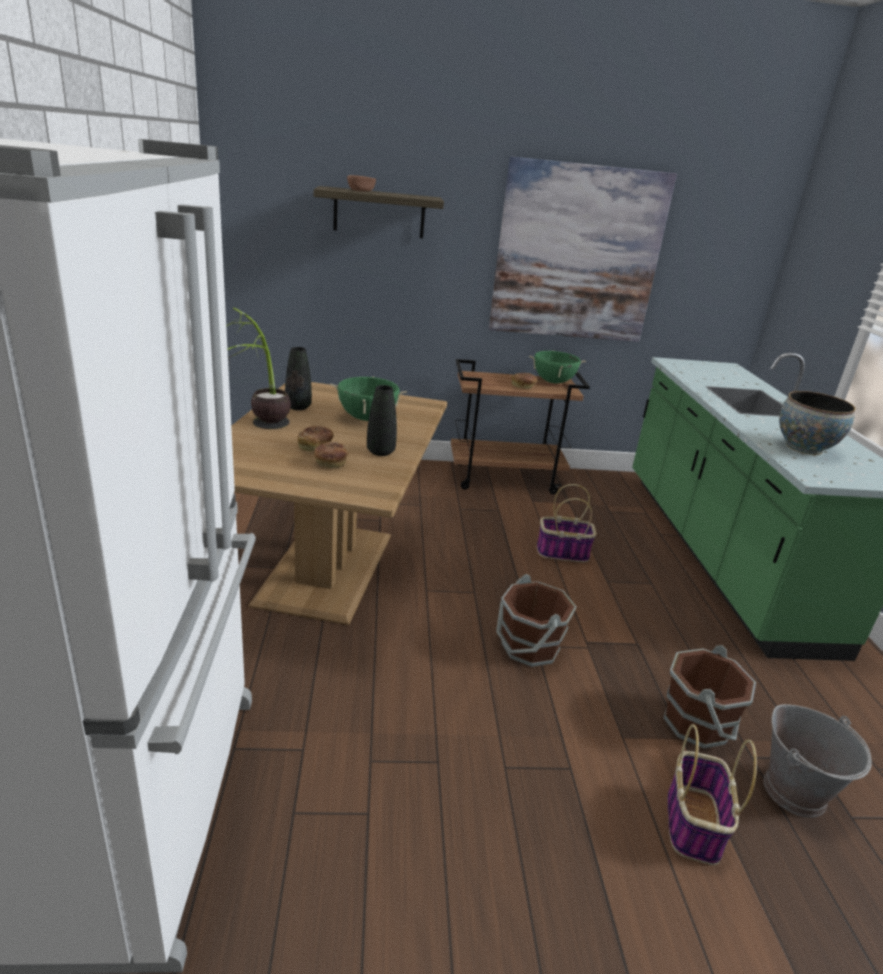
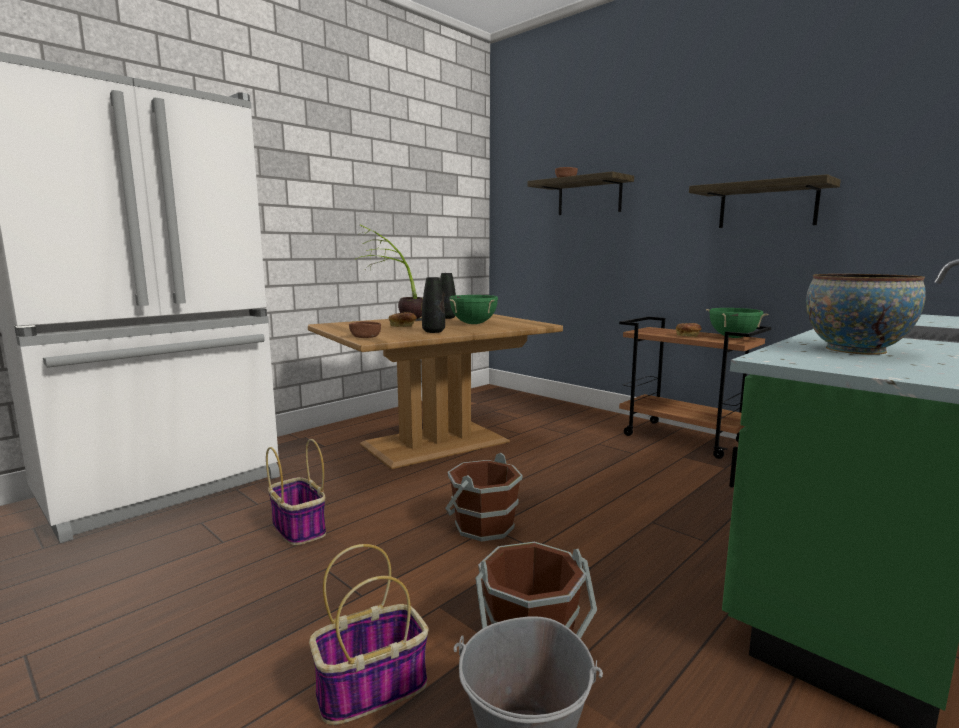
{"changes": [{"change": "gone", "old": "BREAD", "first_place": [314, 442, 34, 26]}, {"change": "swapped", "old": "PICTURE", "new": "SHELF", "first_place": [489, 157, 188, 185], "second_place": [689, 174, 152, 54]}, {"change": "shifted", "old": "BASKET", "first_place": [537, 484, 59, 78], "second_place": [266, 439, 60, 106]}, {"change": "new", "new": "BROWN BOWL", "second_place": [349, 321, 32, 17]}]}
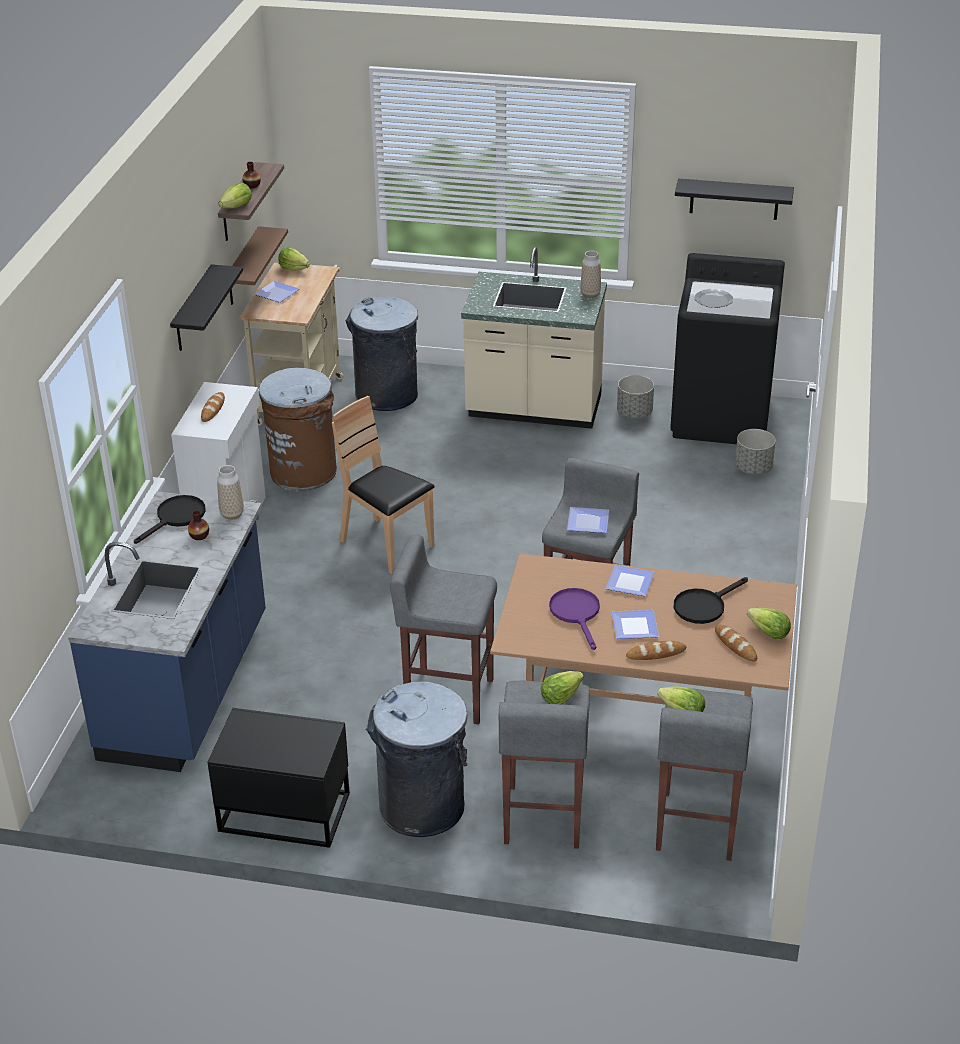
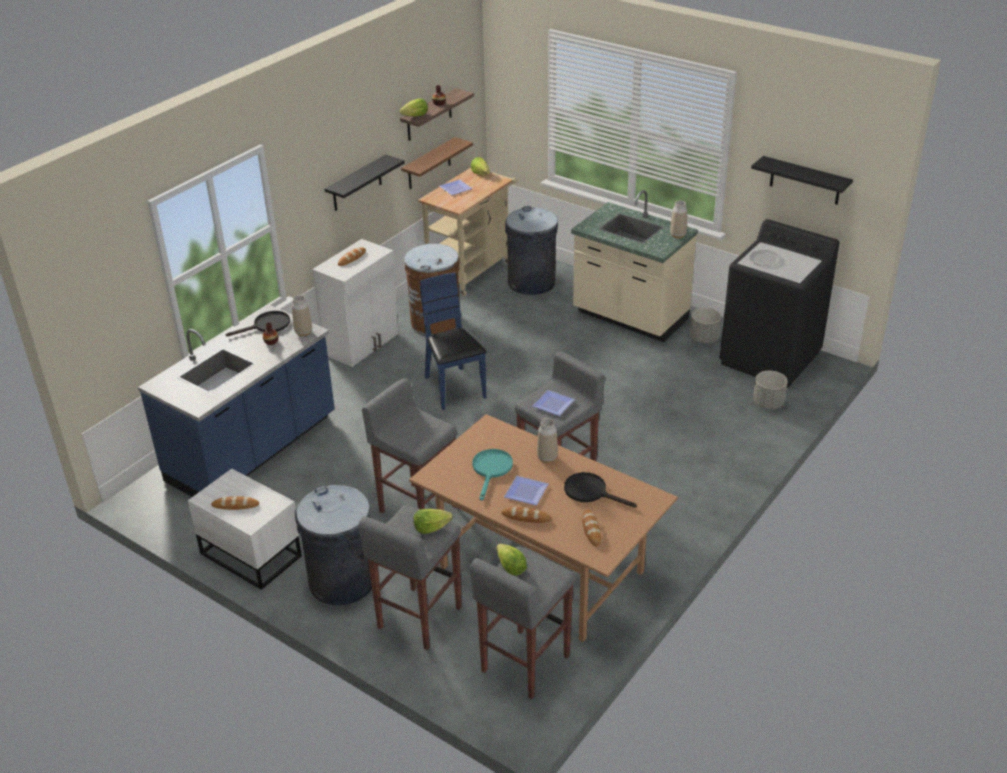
{"changes": [{"change": "repainted", "old": "BLACK NIGHTSTAND", "new": "WHITE NIGHTSTAND", "first_place": [207, 708, 143, 140], "second_place": [188, 469, 114, 121]}, {"change": "repainted", "old": "BROWN CHAIR", "new": "BLUE CHAIR", "first_place": [332, 396, 103, 178], "second_place": [420, 273, 67, 137]}, {"change": "repainted", "old": "PURPLE FRYING PAN", "new": "TURQUOISE FRYING PAN", "first_place": [549, 588, 51, 62], "second_place": [472, 449, 41, 52]}, {"change": "swapped", "old": "PLATE", "new": "VASE", "first_place": [605, 565, 50, 31], "second_place": [537, 418, 21, 45]}, {"change": "rotated", "old": "BLACK FRYING PAN", "first_place": [674, 577, 74, 47], "second_place": [564, 472, 73, 36], "degrees": 45}, {"change": "gone", "old": "LETTUCE", "first_place": [747, 608, 44, 31]}, {"change": "new", "new": "BREAD", "second_place": [211, 496, 48, 14]}]}
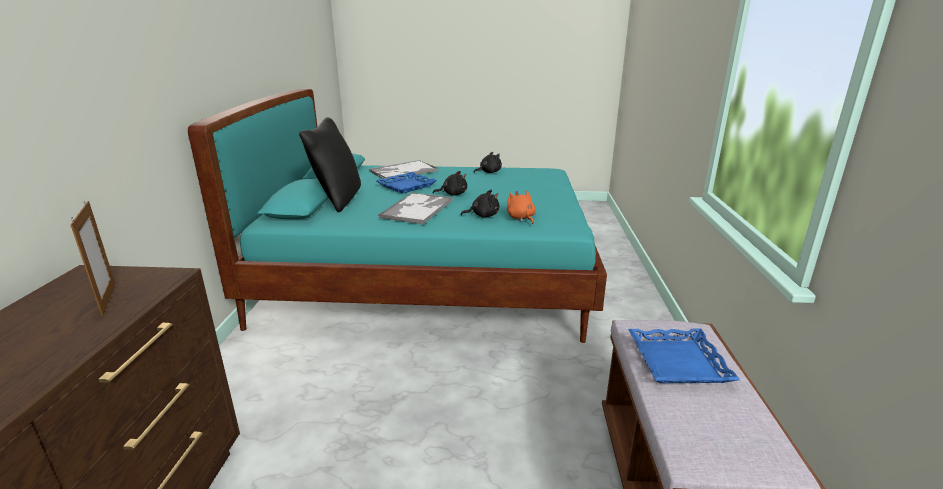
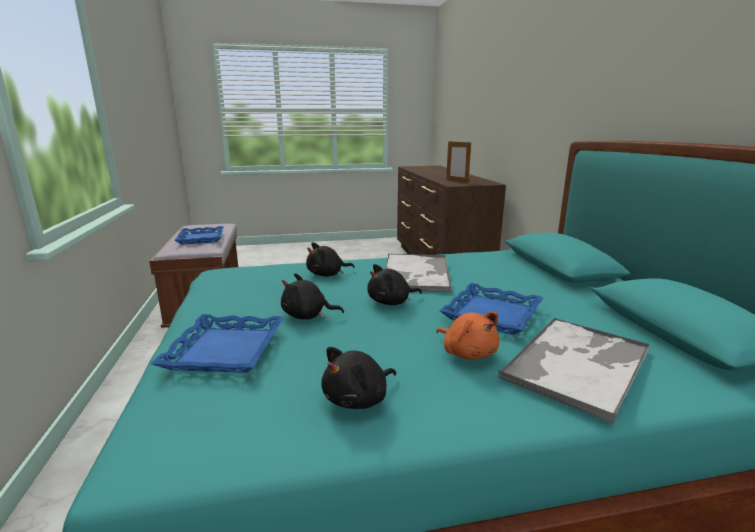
{"changes": [{"change": "gone", "old": "BLACK PILLOW", "first_place": [299, 117, 62, 95]}, {"change": "shifted", "old": "ORANGE PLUSH TOY", "first_place": [507, 191, 29, 33], "second_place": [436, 312, 64, 48]}, {"change": "new", "new": "BLUE TRAY", "second_place": [151, 314, 133, 59]}, {"change": "new", "new": "BLACK PLUSH TOY", "second_place": [281, 273, 63, 46]}]}
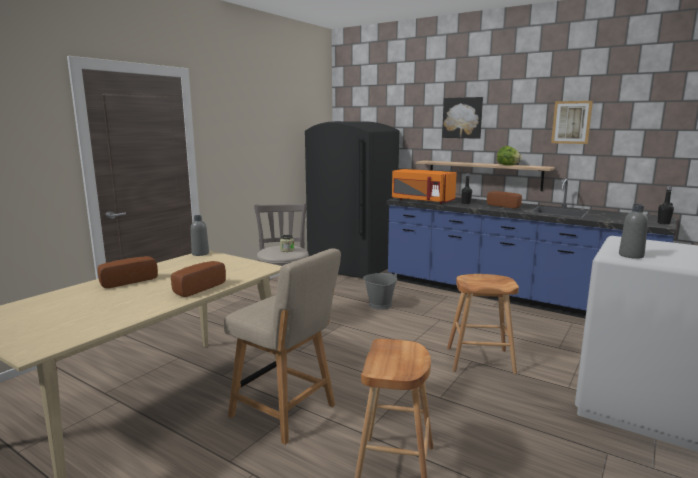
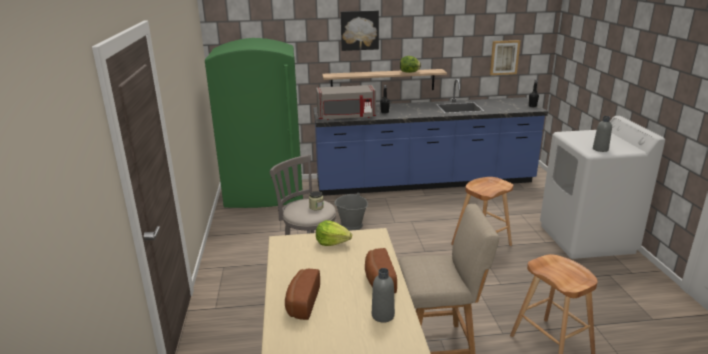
{"changes": [{"change": "shifted", "old": "GREY BOTTLE", "first_place": [191, 215, 18, 41], "second_place": [372, 268, 23, 55]}, {"change": "repainted", "old": "BLACK FRIDGE", "new": "GREEN FRIDGE", "first_place": [305, 121, 94, 157], "second_place": [205, 38, 98, 170]}, {"change": "repainted", "old": "ORANGE MICROWAVE", "new": "GREY MICROWAVE", "first_place": [392, 169, 65, 35], "second_place": [316, 85, 60, 35]}, {"change": "gone", "old": "BREAD", "first_place": [487, 191, 35, 17]}, {"change": "shifted", "old": "PICTURE", "first_place": [551, 101, 42, 43], "second_place": [490, 40, 30, 35]}, {"change": "new", "new": "LETTUCE", "second_place": [316, 220, 36, 26]}]}
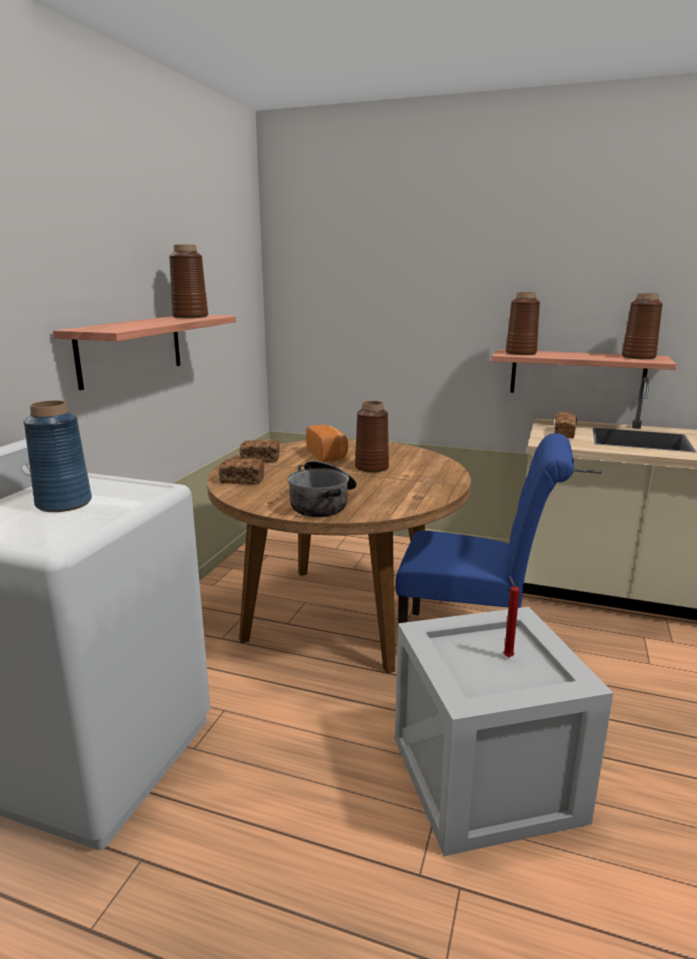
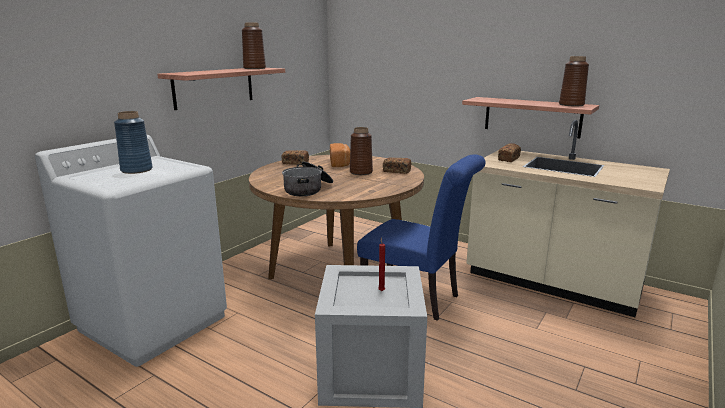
{"changes": [{"change": "shifted", "old": "BREAD", "first_place": [219, 458, 45, 26], "second_place": [383, 158, 28, 16]}, {"change": "gone", "old": "BROWN VASE", "first_place": [506, 292, 34, 63]}]}
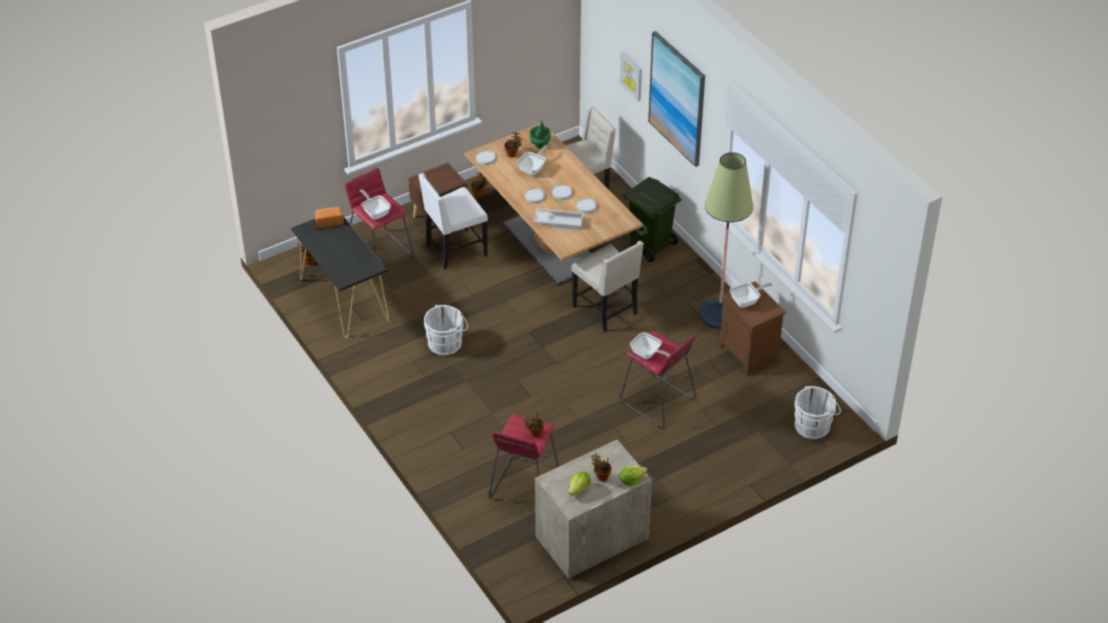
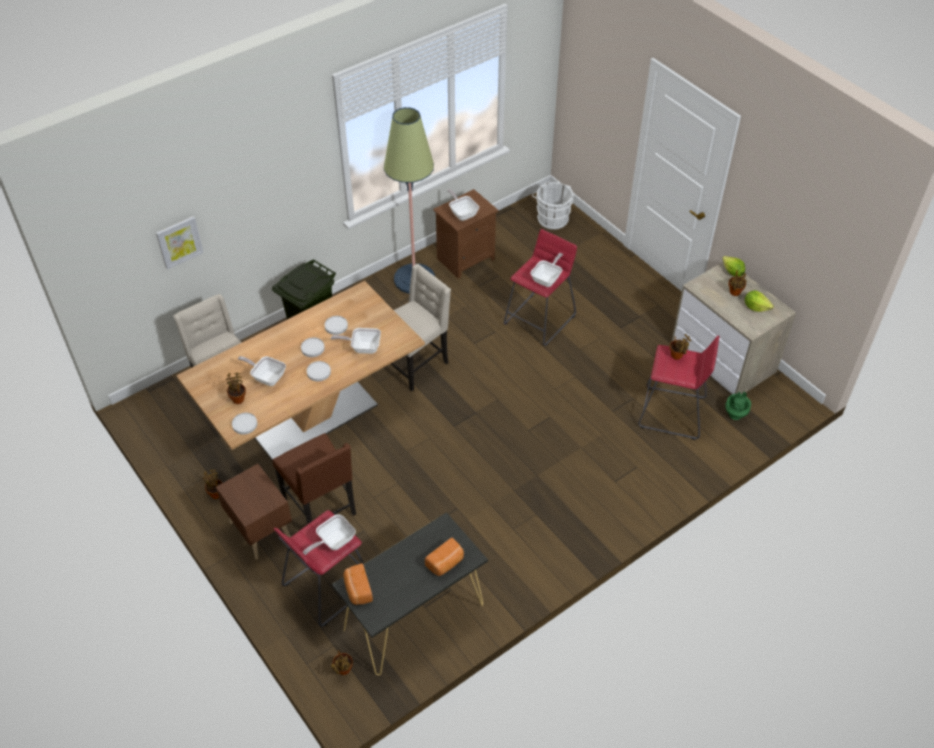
{"changes": [{"change": "repainted", "old": "WHITE CHAIR", "new": "BROWN CHAIR", "first_place": [418, 173, 70, 96], "second_place": [272, 433, 84, 91]}, {"change": "gone", "old": "WHITE BUCKET", "first_place": [424, 305, 44, 51]}, {"change": "shifted", "old": "GREEN VASE", "first_place": [529, 120, 22, 29], "second_place": [725, 392, 26, 28]}, {"change": "swapped", "old": "WHITE TRAY", "new": "FRYING PAN", "first_place": [534, 209, 50, 21], "second_place": [331, 328, 50, 26]}, {"change": "gone", "old": "PICTURE", "first_place": [648, 31, 57, 136]}, {"change": "new", "new": "BREAD", "second_place": [425, 538, 39, 38]}]}
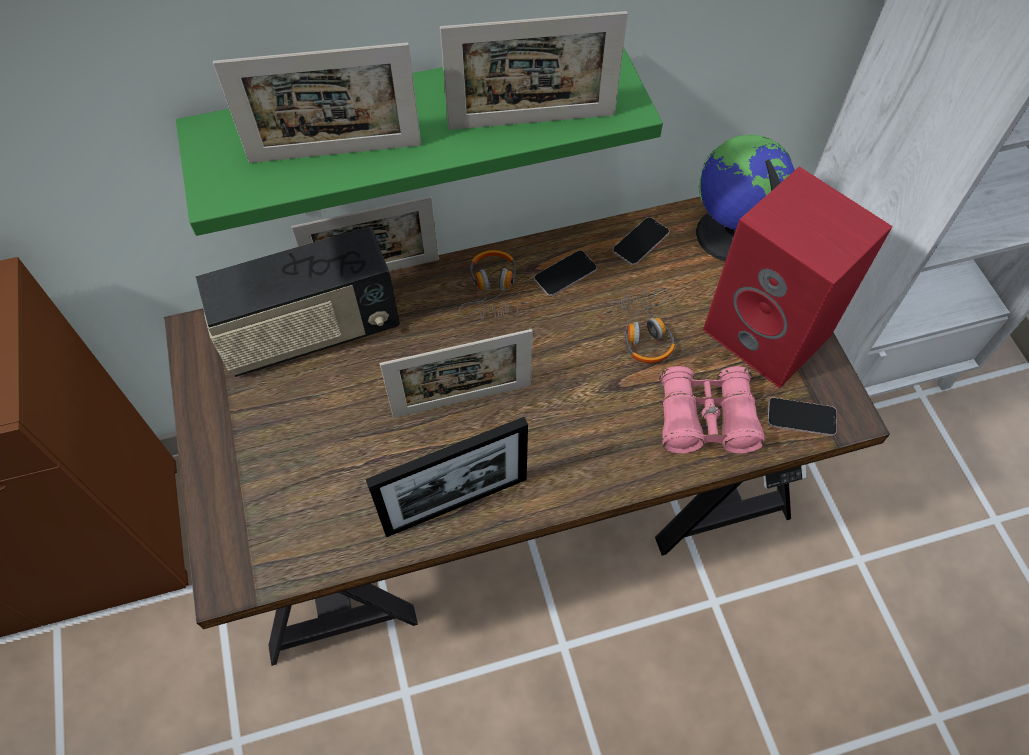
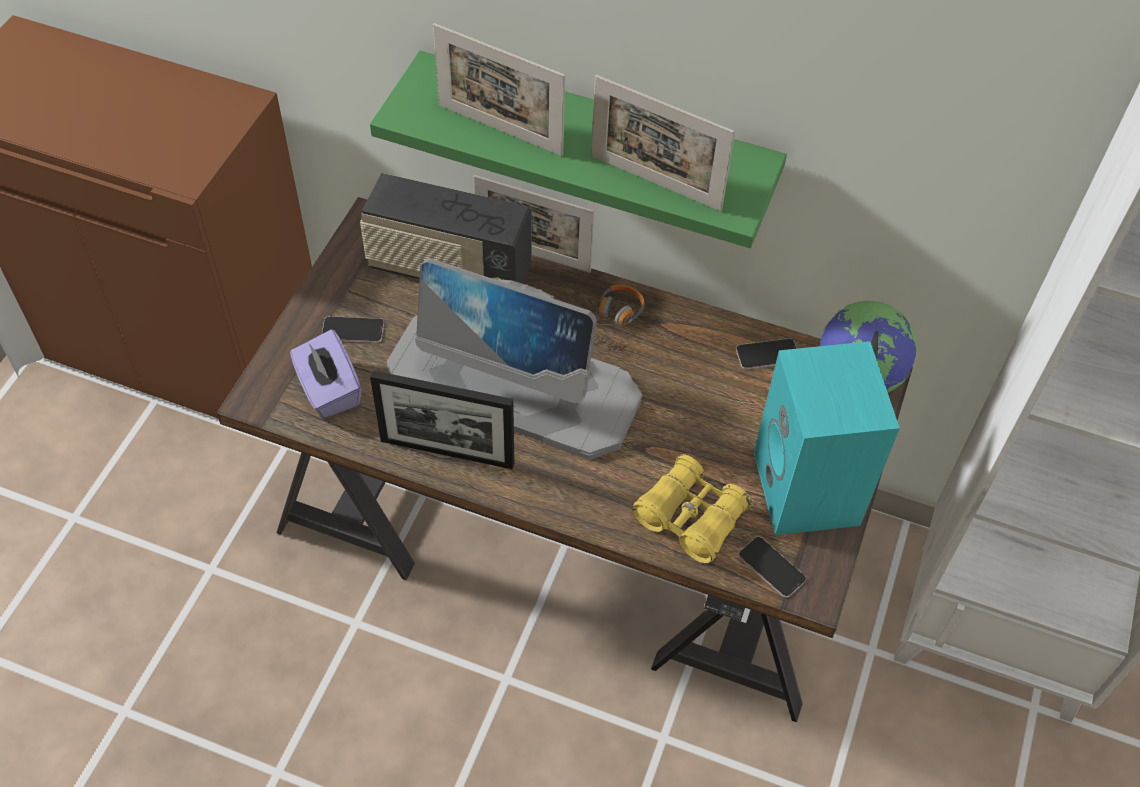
{"changes": [{"change": "swapped", "old": "PICTURE FRAME", "new": "MONITOR", "first_place": [380, 329, 153, 89], "second_place": [387, 258, 255, 202]}, {"change": "shifted", "old": "PHONE", "first_place": [534, 250, 63, 46], "second_place": [322, 316, 62, 27]}, {"change": "gone", "old": "HEADPHONES", "first_place": [603, 288, 72, 75]}, {"change": "repainted", "old": "PINK BINOCULARS", "new": "YELLOW BINOCULARS", "first_place": [659, 366, 106, 87], "second_place": [632, 454, 120, 110]}, {"change": "repainted", "old": "RED SPEAKER", "new": "TURQUOISE SPEAKER", "first_place": [703, 166, 190, 222], "second_place": [754, 341, 146, 194]}, {"change": "new", "new": "PURPLE TISSUE BOX", "second_place": [290, 329, 71, 89]}]}
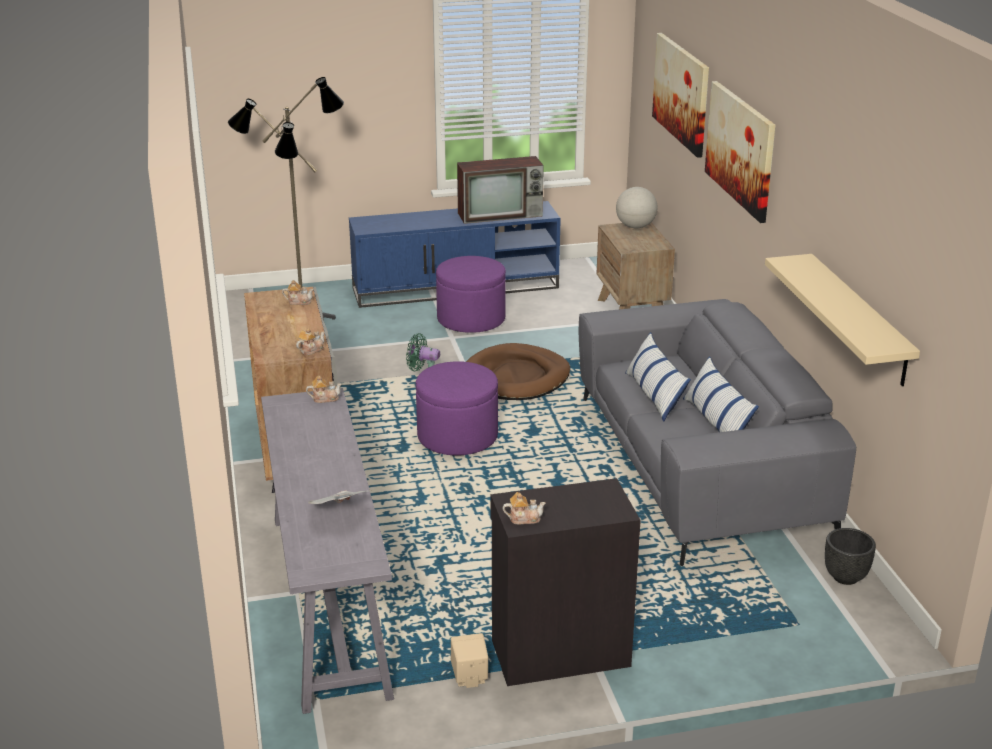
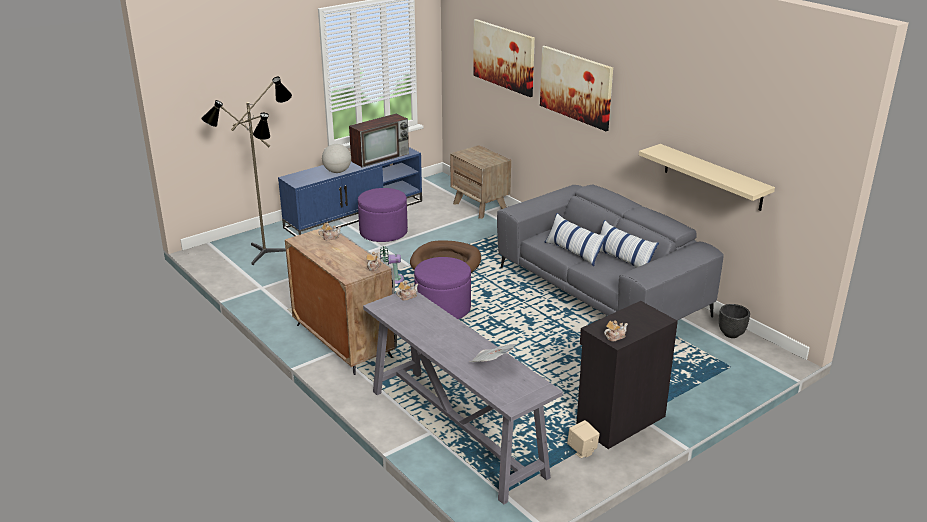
{"changes": [{"change": "shifted", "old": "GLOBE", "first_place": [616, 187, 42, 41], "second_place": [322, 144, 29, 29]}]}
